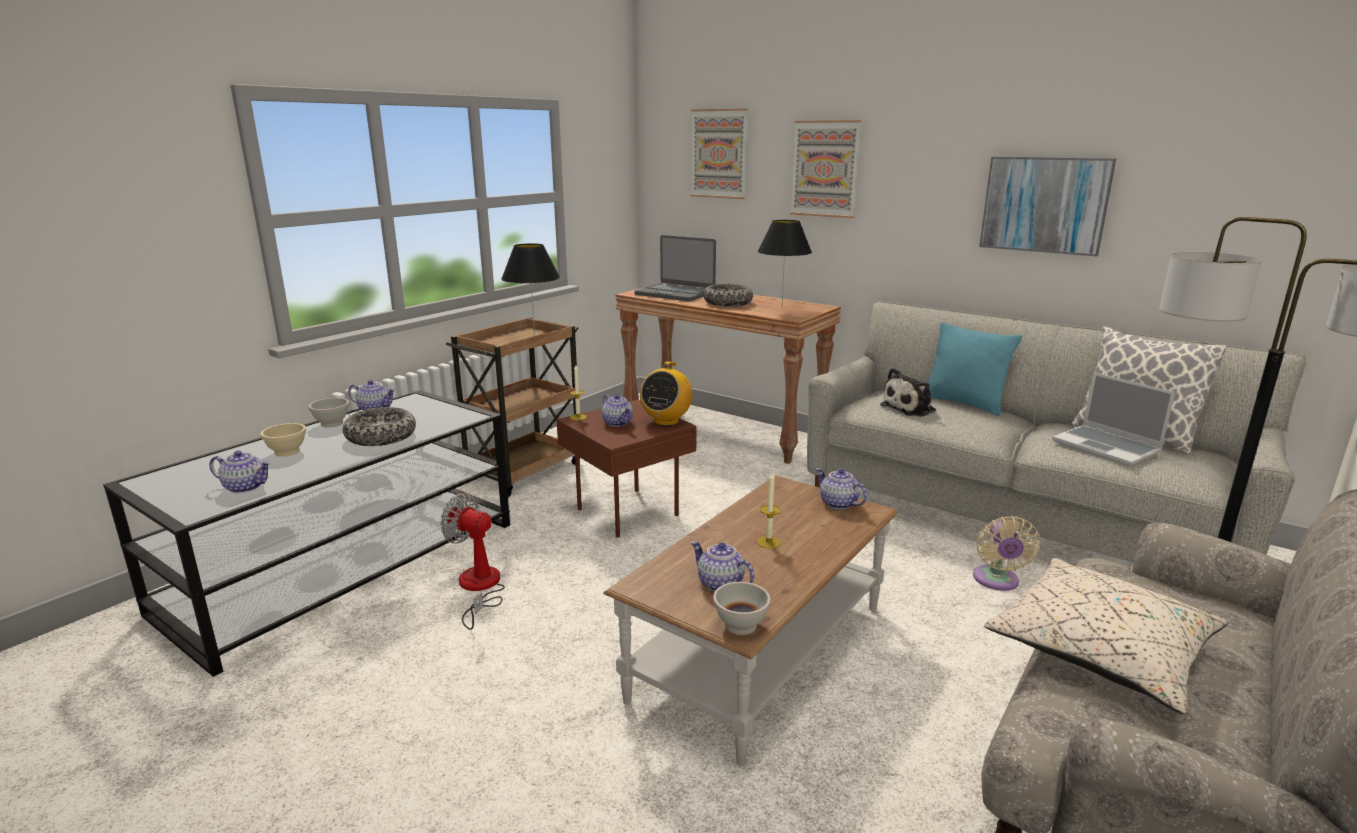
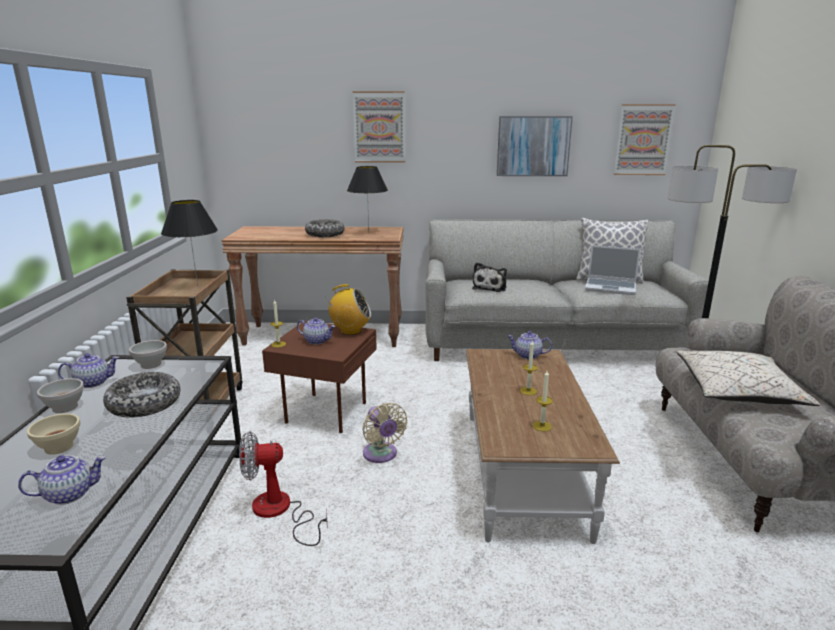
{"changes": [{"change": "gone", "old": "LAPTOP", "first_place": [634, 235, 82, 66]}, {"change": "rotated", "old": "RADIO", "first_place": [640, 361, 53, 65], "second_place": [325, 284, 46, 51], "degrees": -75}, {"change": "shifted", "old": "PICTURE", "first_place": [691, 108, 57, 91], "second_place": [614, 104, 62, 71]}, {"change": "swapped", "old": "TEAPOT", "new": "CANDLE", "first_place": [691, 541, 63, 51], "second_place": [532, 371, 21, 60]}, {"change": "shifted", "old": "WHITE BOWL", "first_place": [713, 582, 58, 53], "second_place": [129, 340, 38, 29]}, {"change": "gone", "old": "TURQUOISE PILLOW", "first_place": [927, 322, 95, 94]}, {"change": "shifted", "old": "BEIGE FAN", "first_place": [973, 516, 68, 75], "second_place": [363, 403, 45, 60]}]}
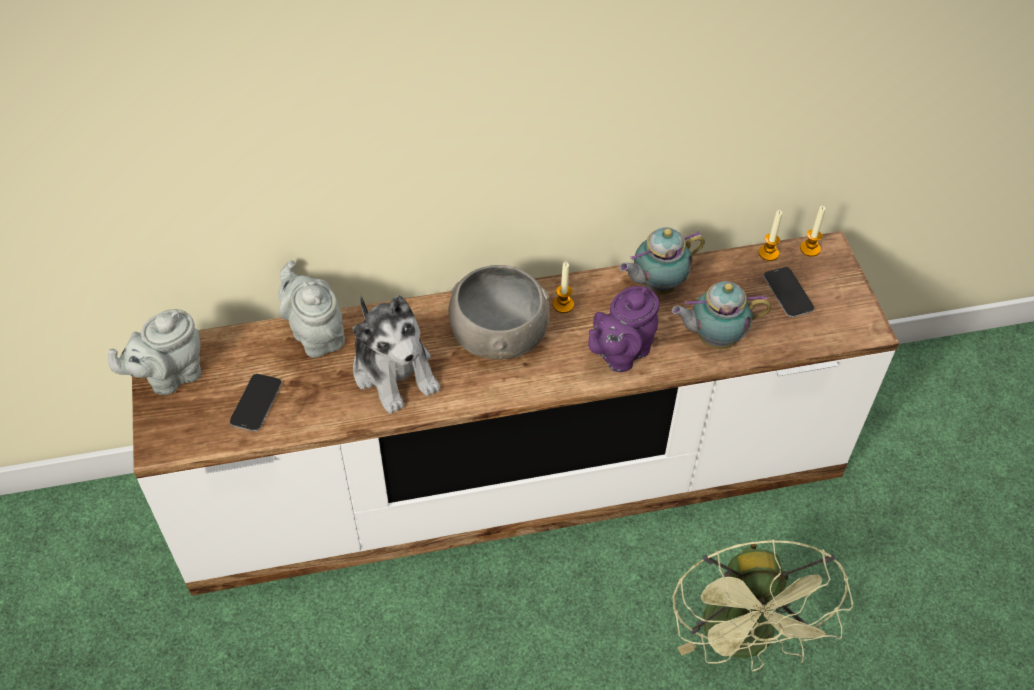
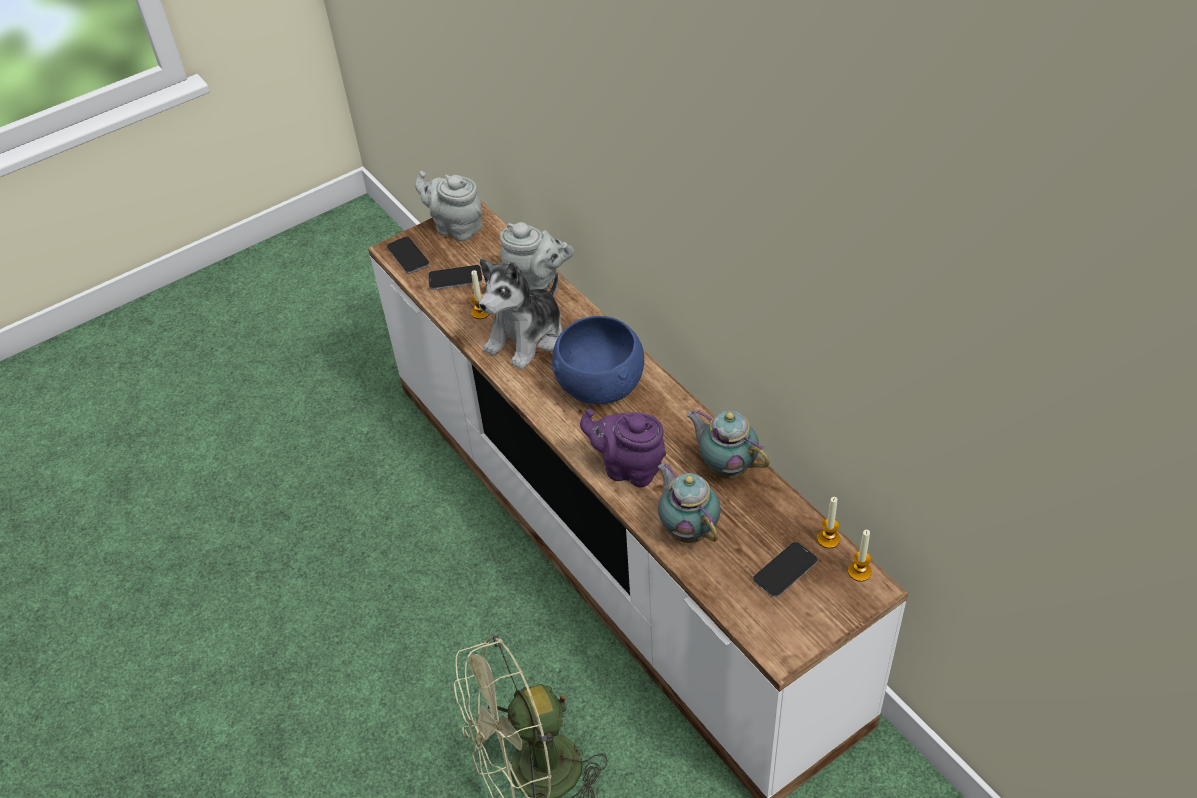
{"changes": [{"change": "rotated", "old": "GREY TEAPOT", "first_place": [278, 260, 67, 98], "second_place": [500, 222, 74, 68], "degrees": 75}, {"change": "repainted", "old": "GREY BOWL", "new": "BLUE BOWL", "first_place": [448, 265, 102, 95], "second_place": [552, 316, 92, 88]}, {"change": "shifted", "old": "CANDLE", "first_place": [553, 262, 21, 51], "second_place": [471, 270, 19, 49]}, {"change": "new", "new": "PHONE", "second_place": [387, 237, 43, 36]}]}
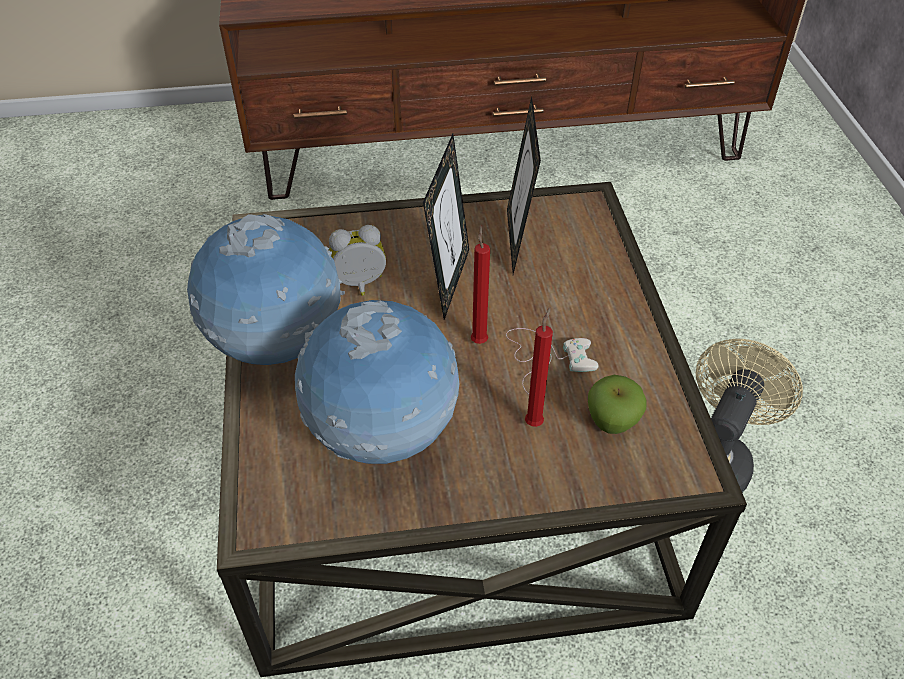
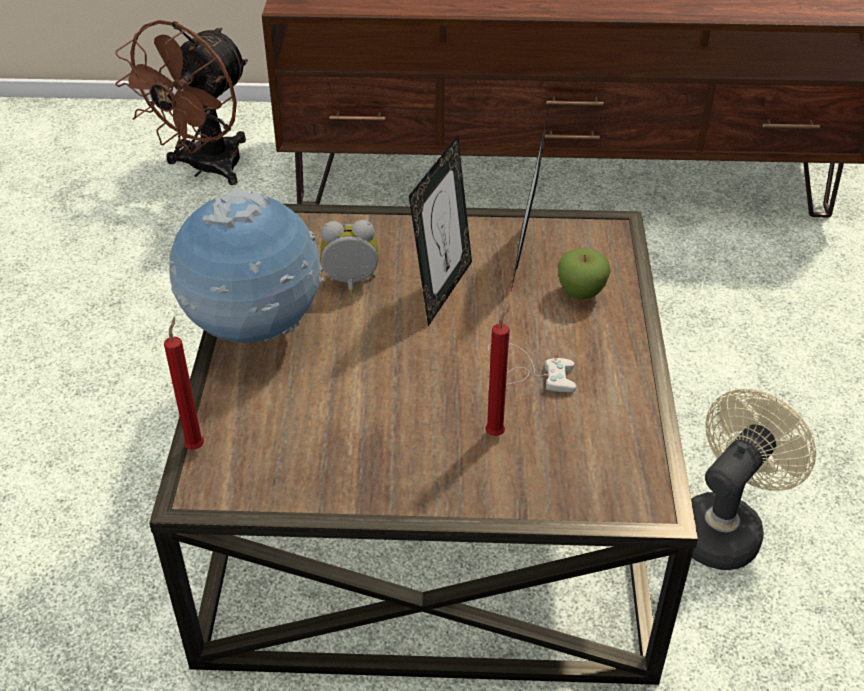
{"changes": [{"change": "gone", "old": "GLOBE", "first_place": [295, 300, 164, 164]}, {"change": "shifted", "old": "RED CANDLE", "first_place": [471, 226, 19, 118], "second_place": [164, 317, 40, 133]}, {"change": "shifted", "old": "APPLE", "first_place": [588, 375, 59, 59], "second_place": [558, 248, 53, 51]}, {"change": "new", "new": "BROWN FAN", "second_place": [115, 20, 133, 165]}]}
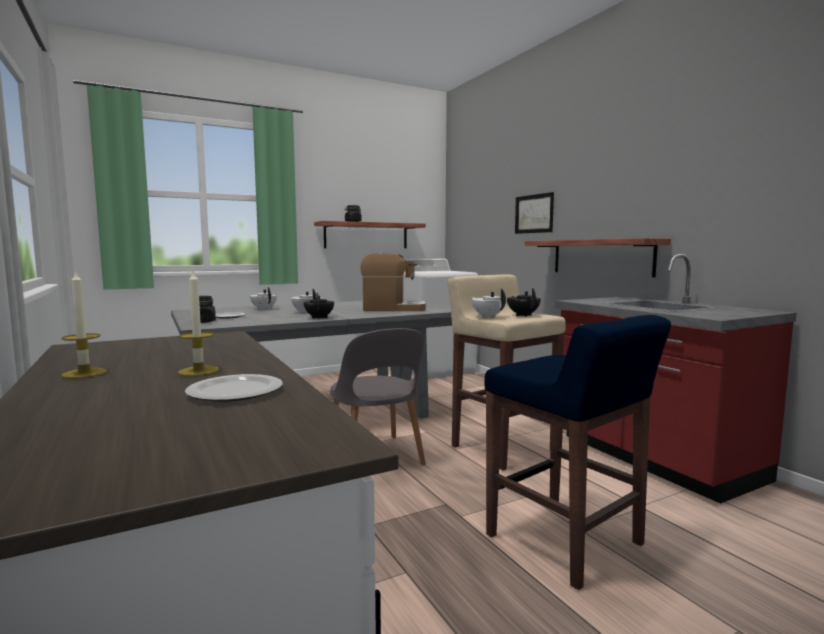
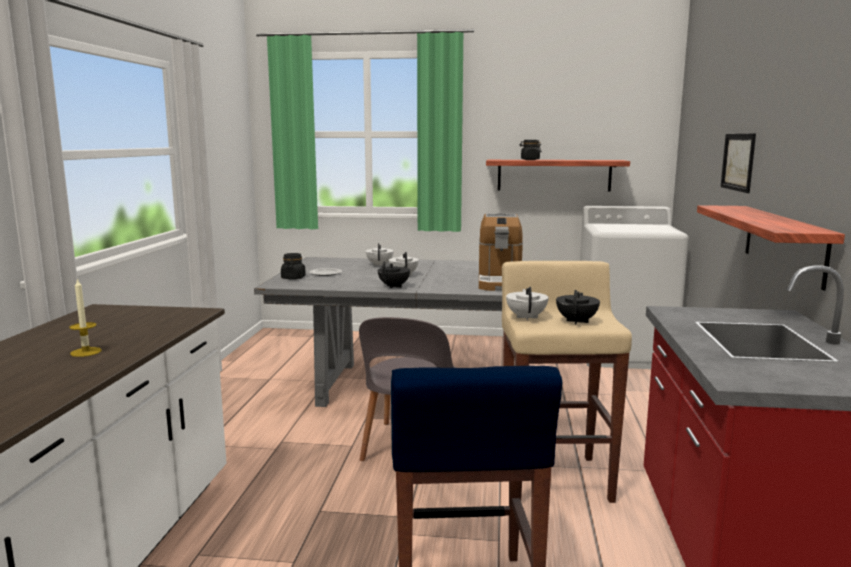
{"changes": [{"change": "gone", "old": "CANDLE", "first_place": [61, 270, 46, 108]}, {"change": "gone", "old": "PLATE", "first_place": [185, 374, 98, 28]}, {"change": "rotated", "old": "COFFEE MACHINE", "first_place": [360, 252, 66, 59], "second_place": [479, 213, 44, 78], "degrees": 60}]}
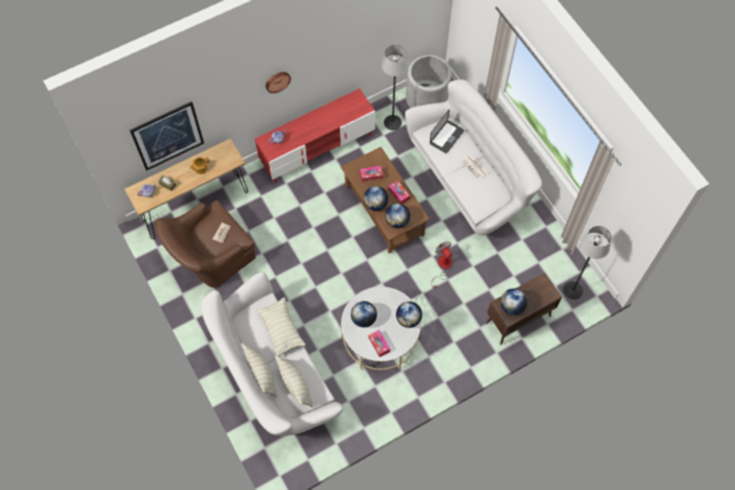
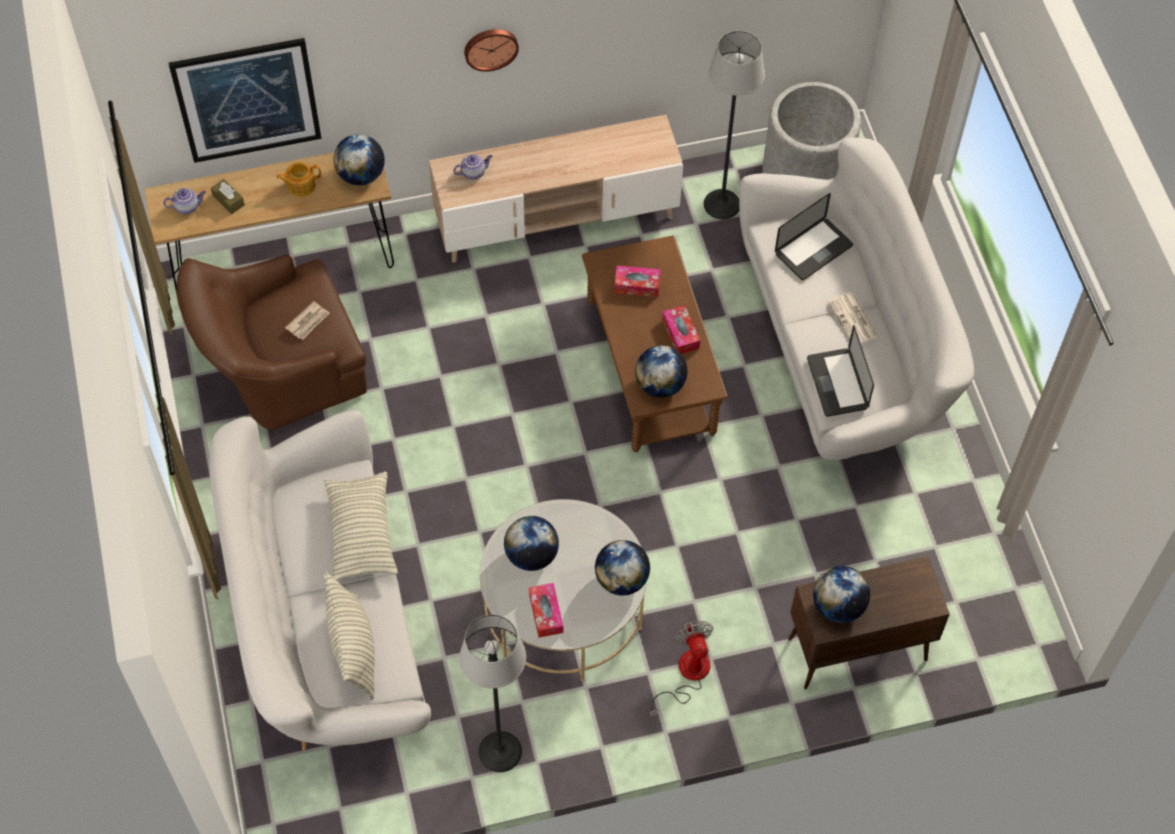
{"changes": [{"change": "gone", "old": "PILLOW", "first_place": [241, 343, 36, 54]}, {"change": "repainted", "old": "RED TV STAND", "new": "BEIGE TV STAND", "first_place": [255, 88, 120, 95], "second_place": [429, 115, 254, 148]}, {"change": "shifted", "old": "GLOBE", "first_place": [363, 186, 25, 25], "second_place": [333, 134, 52, 51]}, {"change": "shifted", "old": "FAN", "first_place": [432, 241, 20, 48], "second_place": [650, 621, 64, 95]}, {"change": "shifted", "old": "FLOOR LAMP", "first_place": [563, 226, 48, 73], "second_place": [459, 614, 67, 158]}, {"change": "new", "new": "LAPTOP", "second_place": [807, 325, 67, 92]}]}
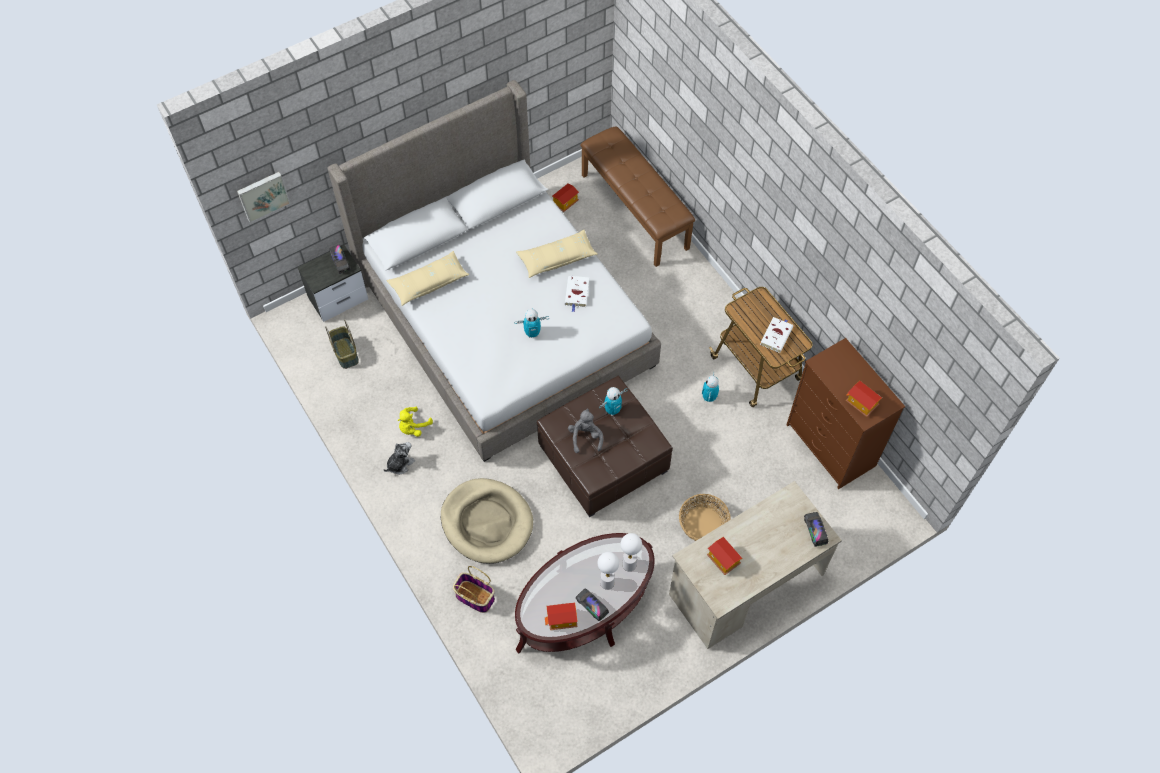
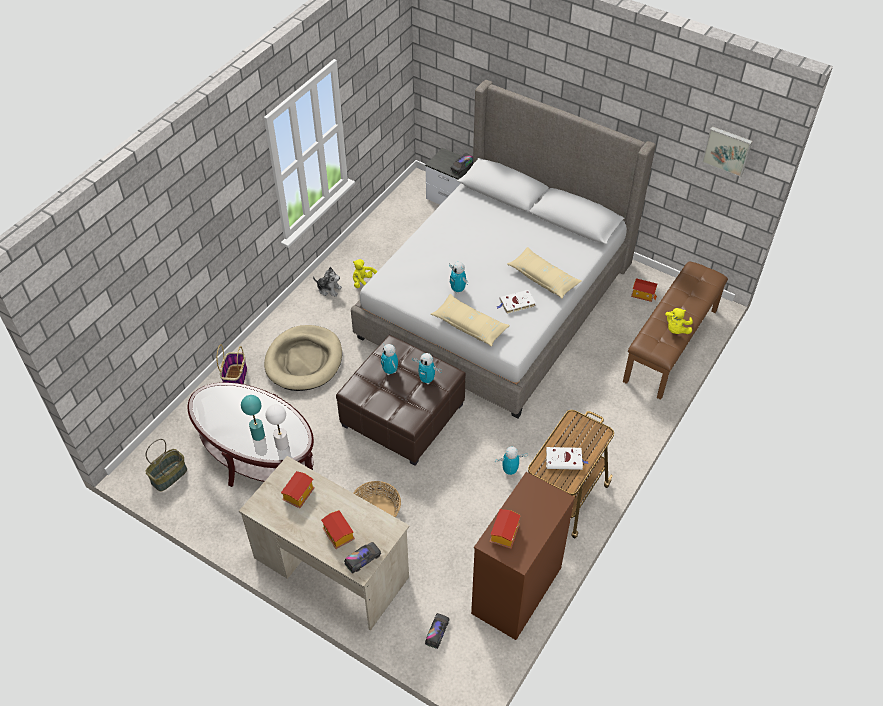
{"changes": [{"change": "shifted", "old": "PICTURE", "first_place": [237, 172, 54, 51], "second_place": [702, 126, 51, 51]}, {"change": "shifted", "old": "BASKET", "first_place": [325, 319, 34, 50], "second_place": [145, 439, 42, 52]}, {"change": "shifted", "old": "BEIGE PILLOW", "first_place": [387, 251, 82, 55], "second_place": [431, 294, 79, 53]}, {"change": "shifted", "old": "TOY HOUSE", "first_place": [545, 602, 33, 28], "second_place": [321, 510, 34, 39]}, {"change": "swapped", "old": "GREY PLUSH TOY", "new": "TOY ROBOT", "first_place": [568, 408, 35, 45], "second_place": [381, 343, 17, 32]}, {"change": "shifted", "old": "TOY TRUCK", "first_place": [576, 588, 33, 34], "second_place": [425, 613, 25, 36]}, {"change": "repainted", "old": "WHITE TABLE LAMP", "new": "TURQUOISE TABLE LAMP", "first_place": [598, 552, 21, 38], "second_place": [241, 395, 24, 46]}, {"change": "new", "new": "YELLOW PLUSH TOY", "second_place": [665, 308, 28, 26]}]}
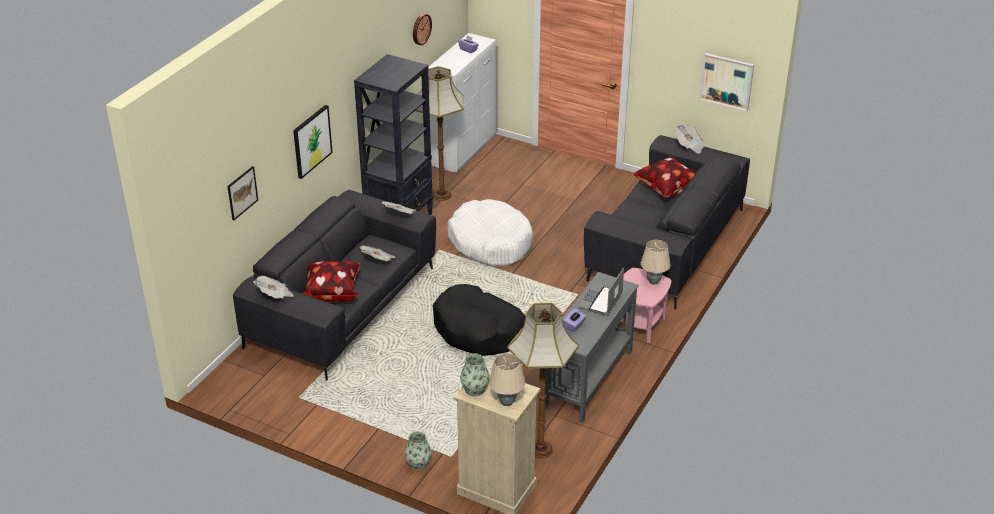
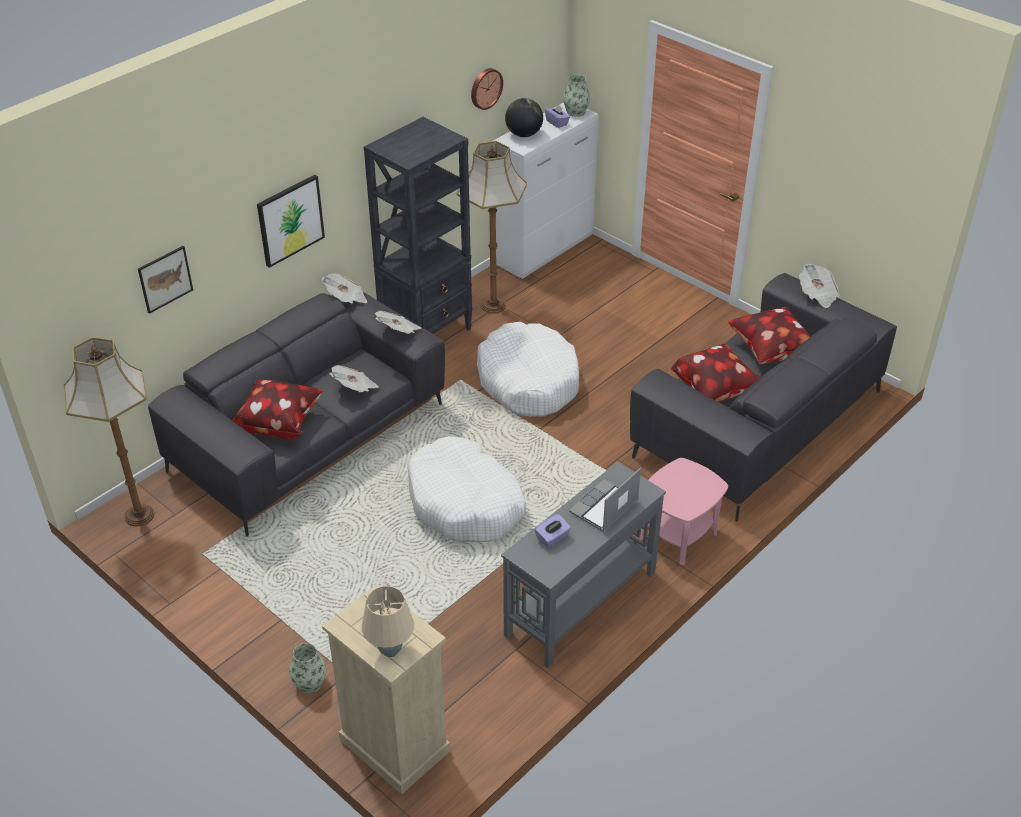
{"changes": [{"change": "shifted", "old": "NEWSPAPER", "first_place": [253, 276, 41, 23], "second_place": [322, 273, 45, 31]}, {"change": "repainted", "old": "BLACK DOG BED", "new": "WHITE DOG BED", "first_place": [433, 284, 92, 72], "second_place": [408, 436, 118, 106]}, {"change": "shifted", "old": "VASE", "first_place": [460, 354, 30, 42], "second_place": [563, 75, 27, 42]}, {"change": "shifted", "old": "FLOOR LAMP", "first_place": [507, 303, 72, 155], "second_place": [64, 337, 91, 189]}, {"change": "gone", "old": "BEIGE TABLE LAMP", "first_place": [641, 240, 30, 45]}, {"change": "gone", "old": "PICTURE", "first_place": [699, 53, 55, 58]}, {"change": "new", "new": "GLOBE", "second_place": [505, 98, 38, 39]}, {"change": "new", "new": "PILLOW", "second_place": [671, 344, 89, 58]}]}
